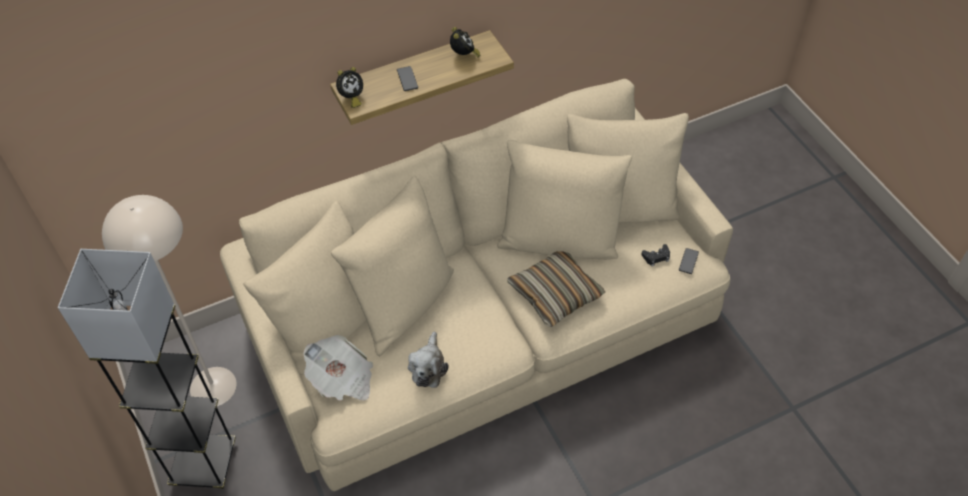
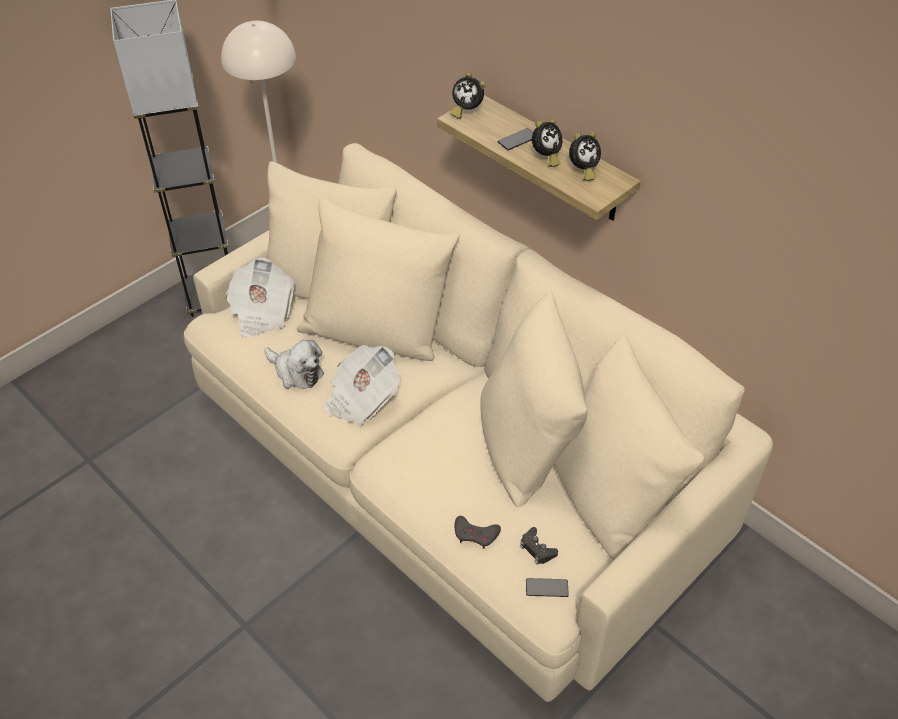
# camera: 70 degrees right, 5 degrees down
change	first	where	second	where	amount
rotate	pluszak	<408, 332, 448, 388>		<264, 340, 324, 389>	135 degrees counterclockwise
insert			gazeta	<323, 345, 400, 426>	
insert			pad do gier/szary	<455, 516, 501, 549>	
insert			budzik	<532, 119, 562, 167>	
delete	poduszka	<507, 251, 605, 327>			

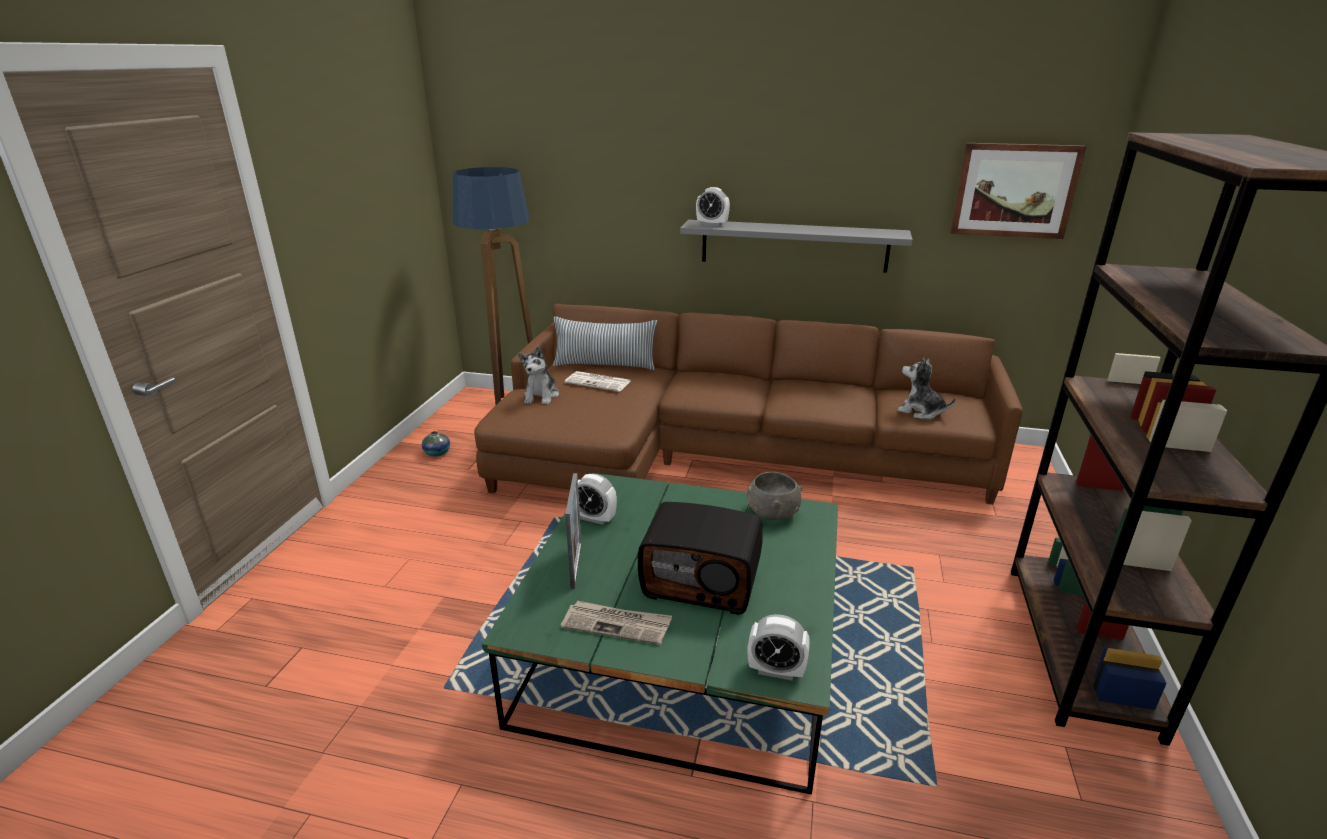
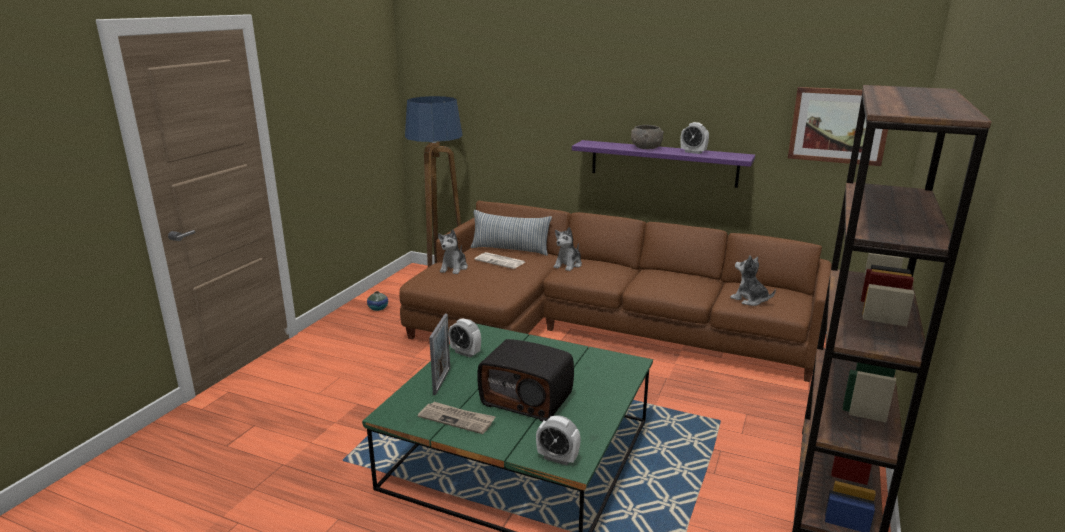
# camera: 10 degrees right, 5 degrees down
change	first	where	second	where	amount
insert			pluszak	<553, 227, 582, 271>	
recolor	półka/szary	<680, 220, 913, 273>	półka/fioletowy	<572, 140, 755, 188>	
move	miska/szary	<747, 472, 802, 520>		<631, 125, 664, 149>	
move	budzik	<696, 187, 730, 226>		<680, 122, 709, 154>	

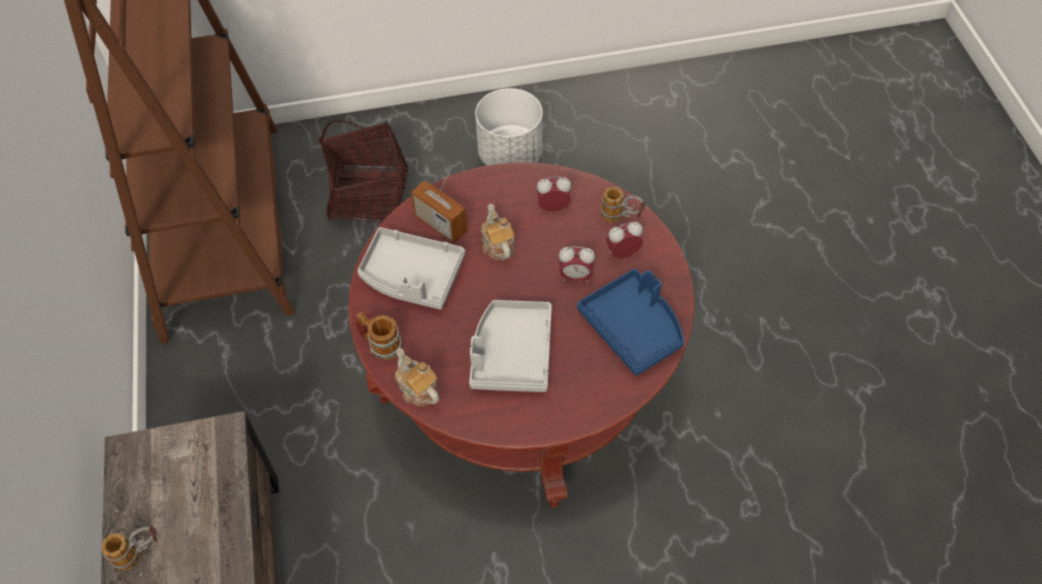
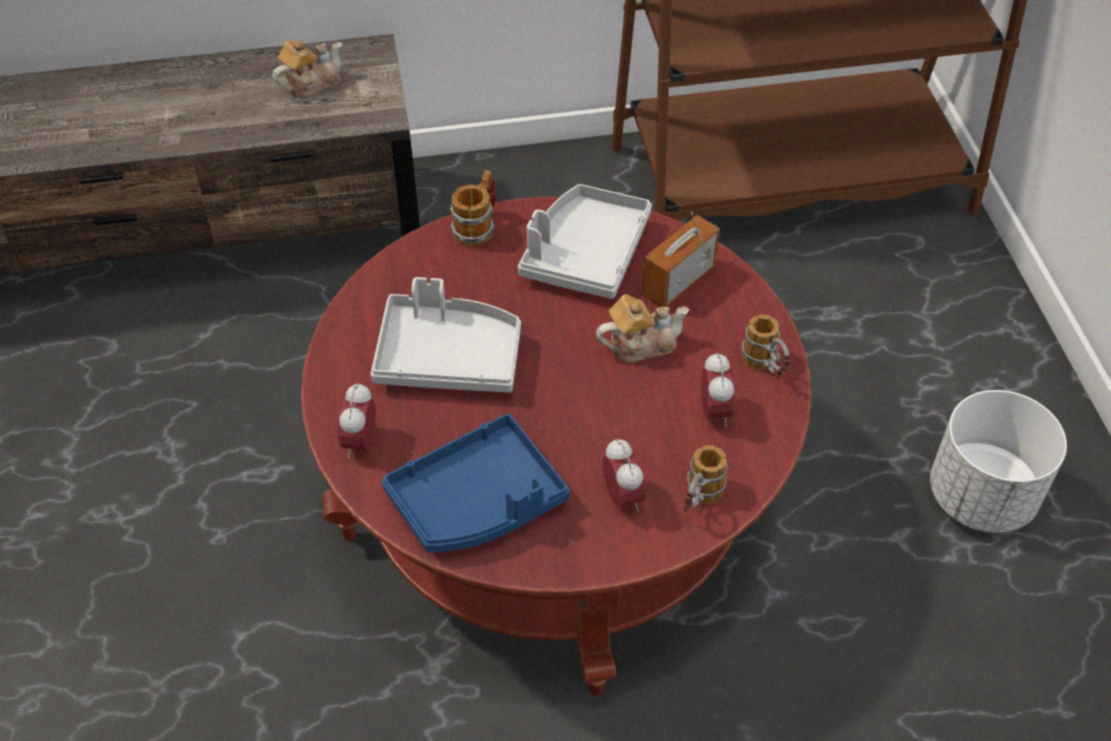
# camera: 90 degrees right, 5 degrees down
change	first	where	second	where	amount
move	imbryk	<395, 348, 439, 406>		<272, 40, 342, 98>	
move	budzik	<559, 246, 595, 283>		<338, 383, 376, 458>	
move	kubek	<101, 526, 157, 571>		<742, 315, 791, 379>	
delete	koszyk	<318, 120, 408, 223>			

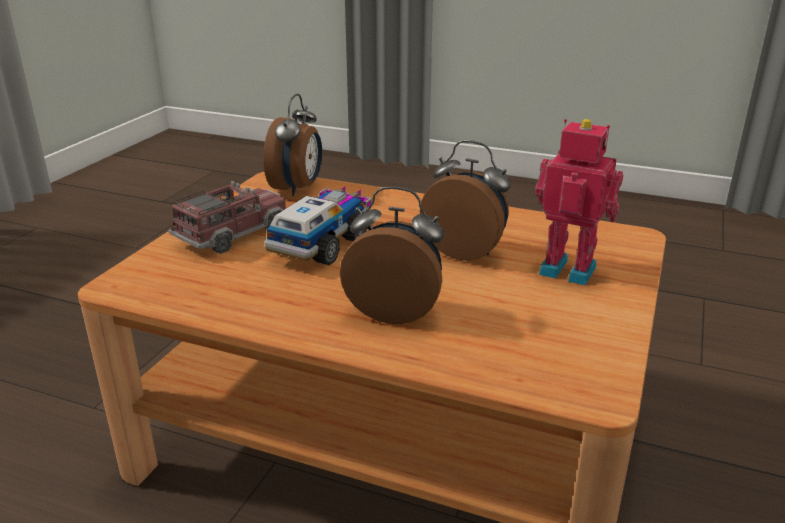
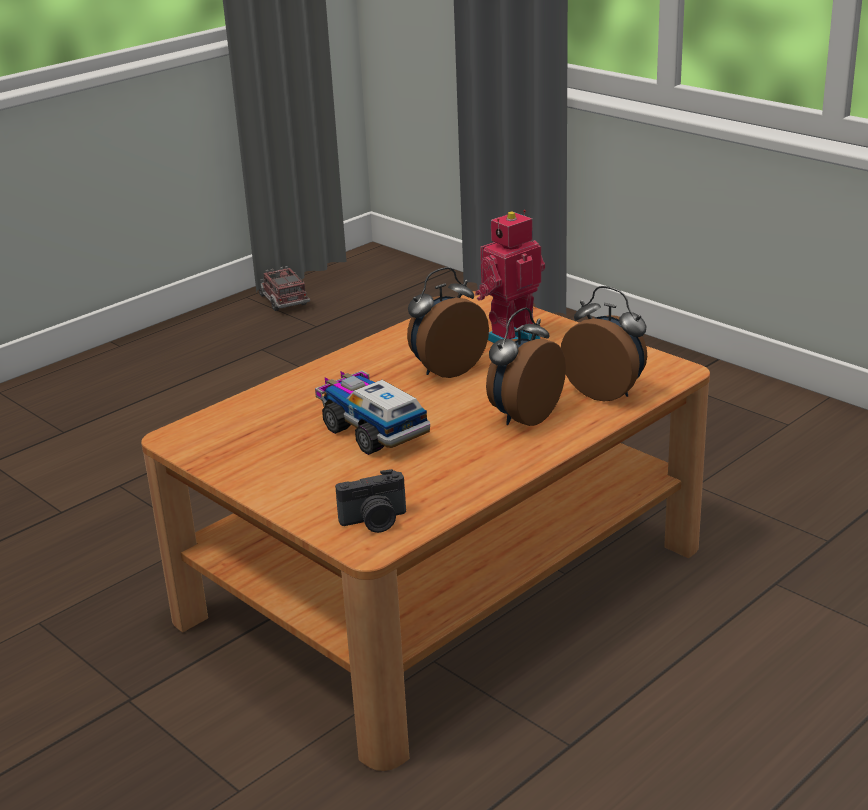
# camera: 65 degrees left, 0 degrees up
change	first	where	second	where	amount
move	ciężarówka zabawkowa	<168, 181, 286, 254>		<259, 266, 310, 311>	
insert			aparat fotograficzny	<335, 469, 406, 533>	
move	budzik	<263, 94, 322, 196>		<561, 286, 647, 402>	

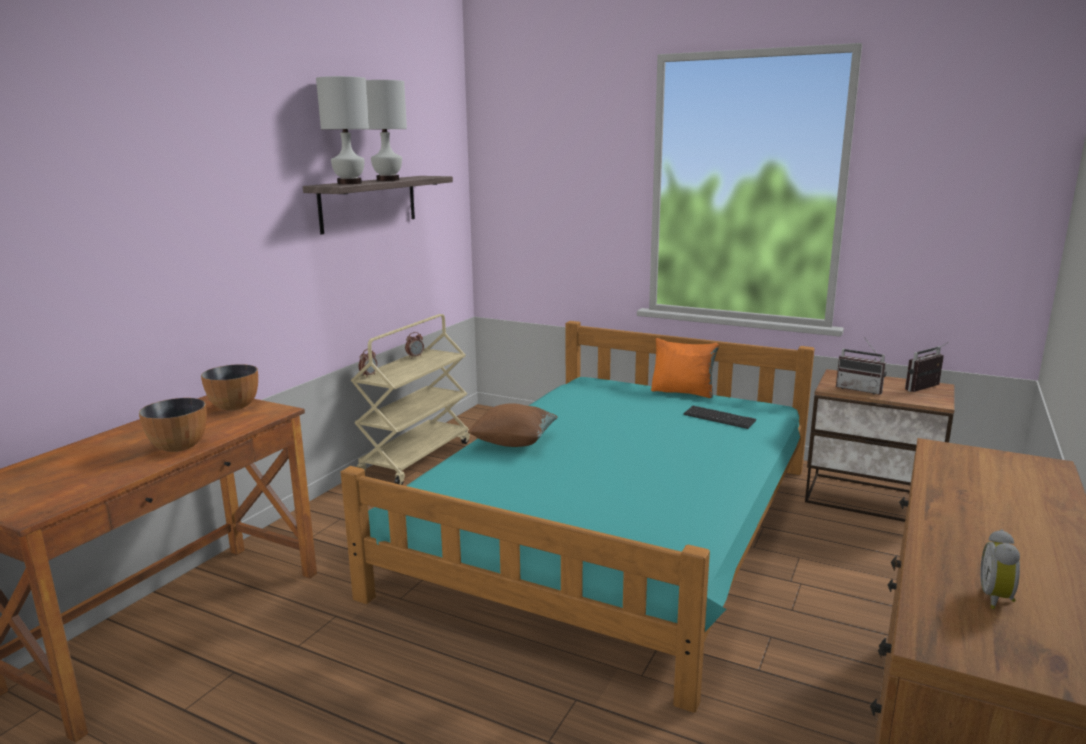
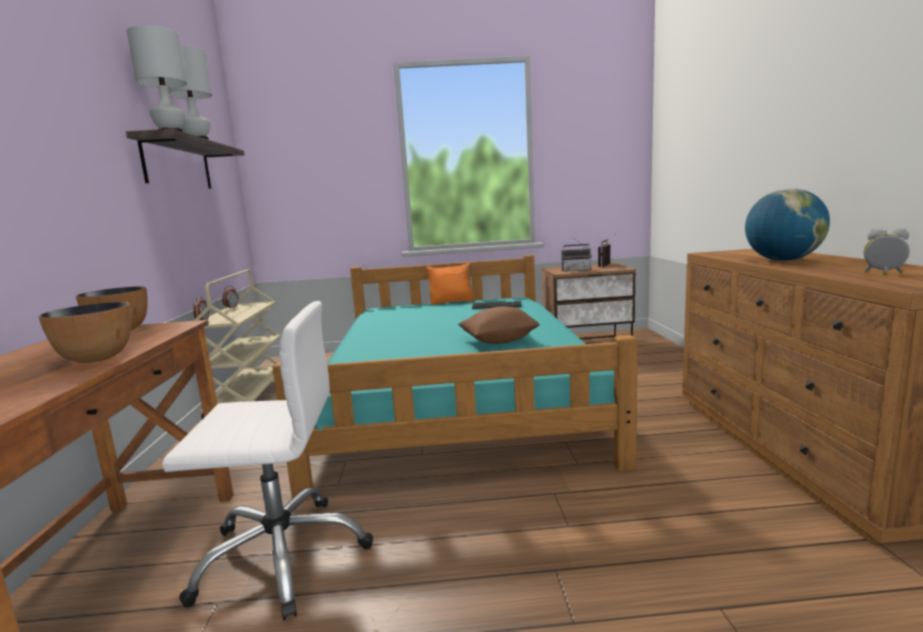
# camera: 30 degrees left, 5 degrees down
change	first	where	second	where	amount
insert			krzesło biurowe/biały	<162, 301, 373, 620>	
move	poduszka/brązowy	<468, 403, 558, 447>		<458, 307, 540, 344>	
insert			globus	<745, 188, 830, 261>	
rotate	budzik	<980, 529, 1020, 609>		<864, 229, 910, 275>	135 degrees clockwise

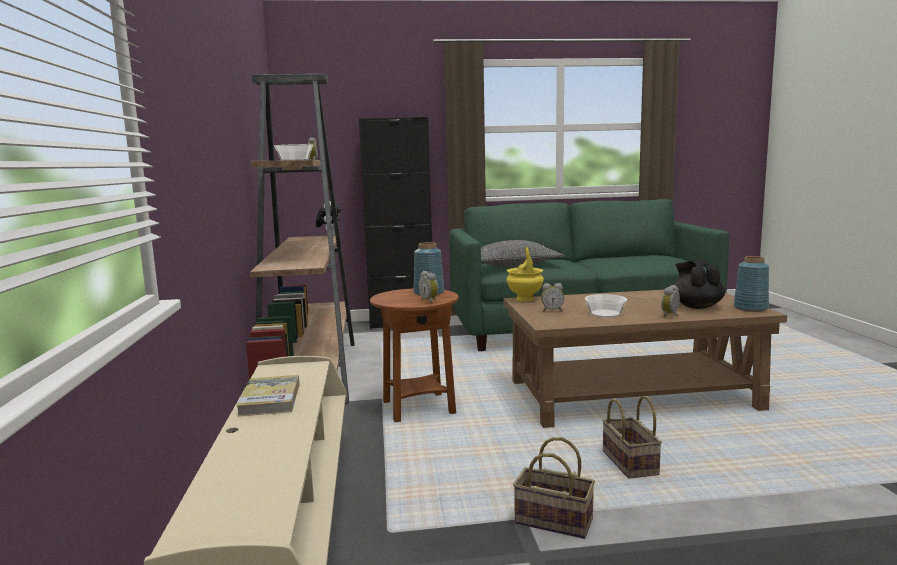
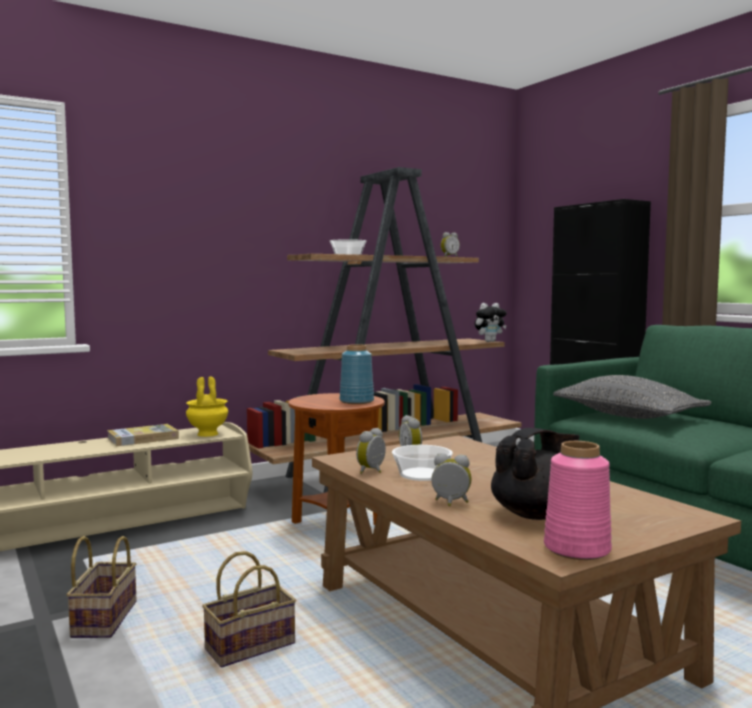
# camera: 65 degrees right, 5 degrees down
change	first	where	second	where	amount
move	wazon/żółty	<506, 247, 544, 302>		<186, 376, 228, 437>	
move	budzik	<418, 271, 438, 303>		<356, 428, 386, 474>	
recolor	wazon/niebieski	<734, 256, 769, 312>	wazon/różowy	<544, 441, 612, 560>	

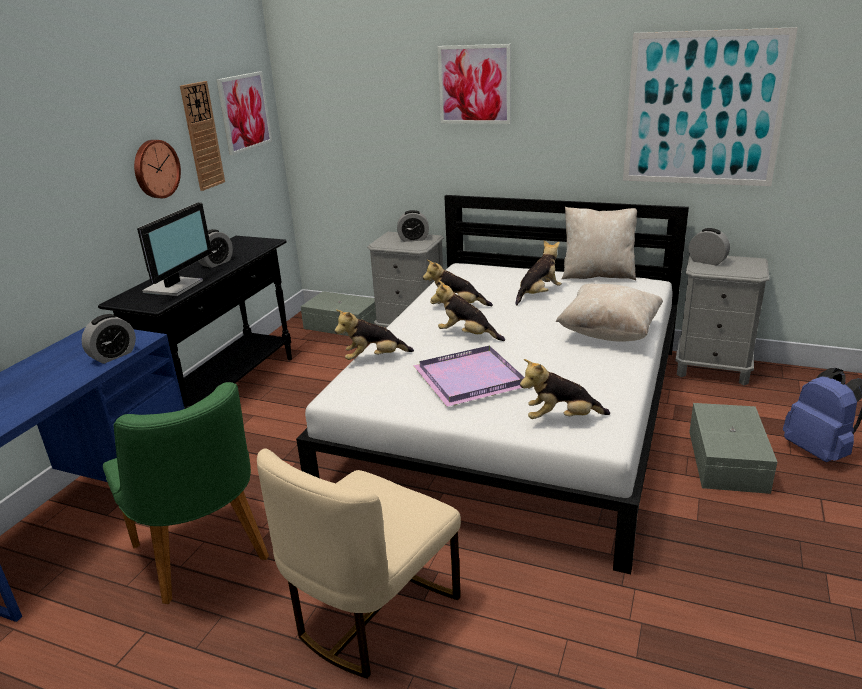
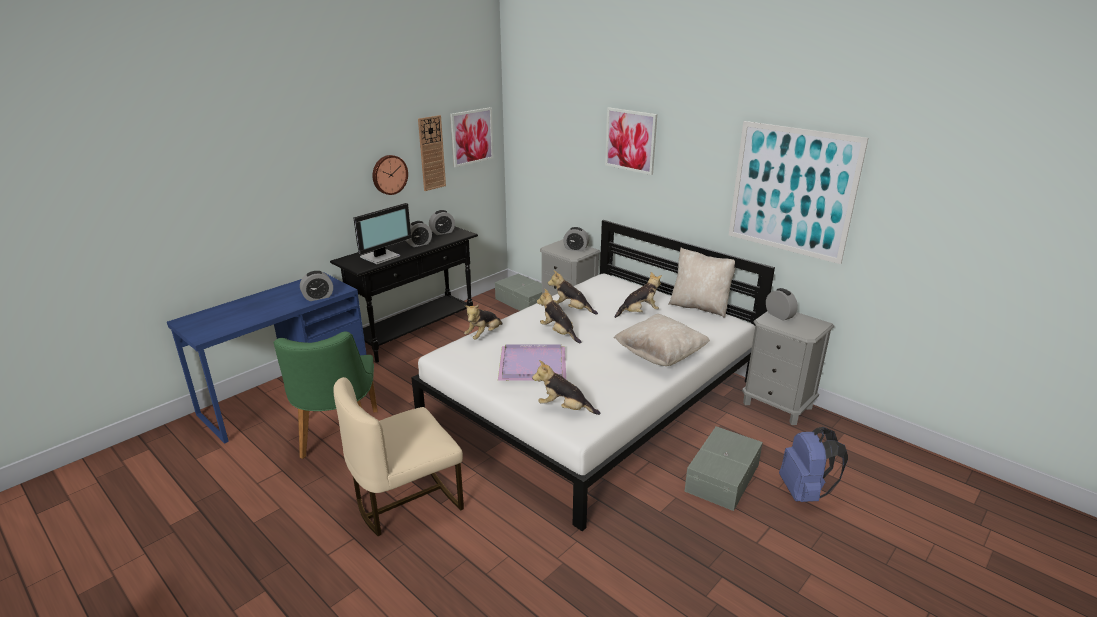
# camera: 20 degrees right, 0 degrees up
change	first	where	second	where	amount
insert			budzik	<429, 210, 455, 235>	
rotate	pluszak	<335, 310, 414, 360>		<464, 305, 503, 340>	60 degrees counterclockwise

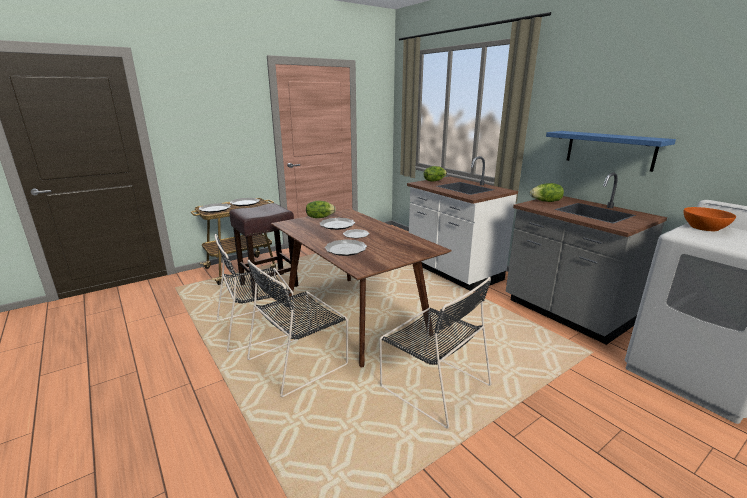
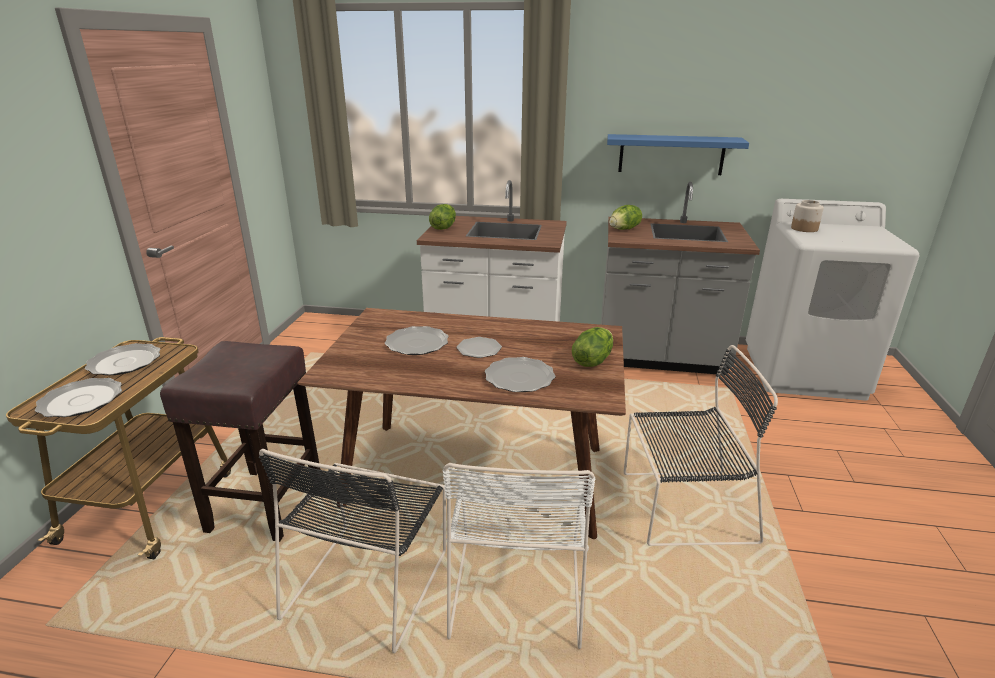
# camera: 45 degrees left, 5 degrees up
change	first	where	second	where	amount
recolor	krzesło/czarny	<247, 260, 348, 397>	krzesło/biały	<443, 463, 595, 649>	
move	sałata	<306, 201, 336, 218>		<572, 327, 613, 367>	
replace	miska/pomarańczowy	<684, 207, 736, 231>	słoik	<791, 200, 824, 232>	

